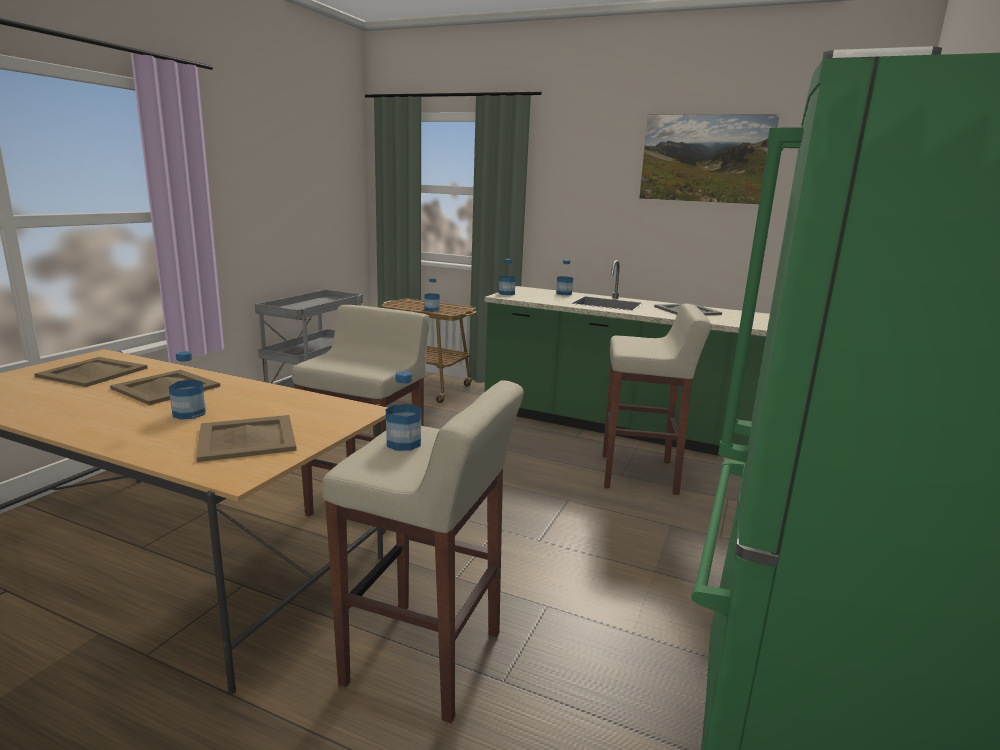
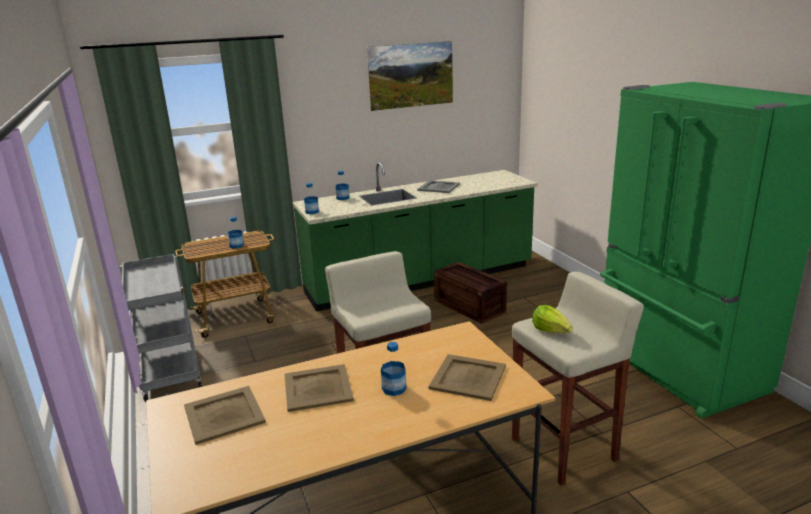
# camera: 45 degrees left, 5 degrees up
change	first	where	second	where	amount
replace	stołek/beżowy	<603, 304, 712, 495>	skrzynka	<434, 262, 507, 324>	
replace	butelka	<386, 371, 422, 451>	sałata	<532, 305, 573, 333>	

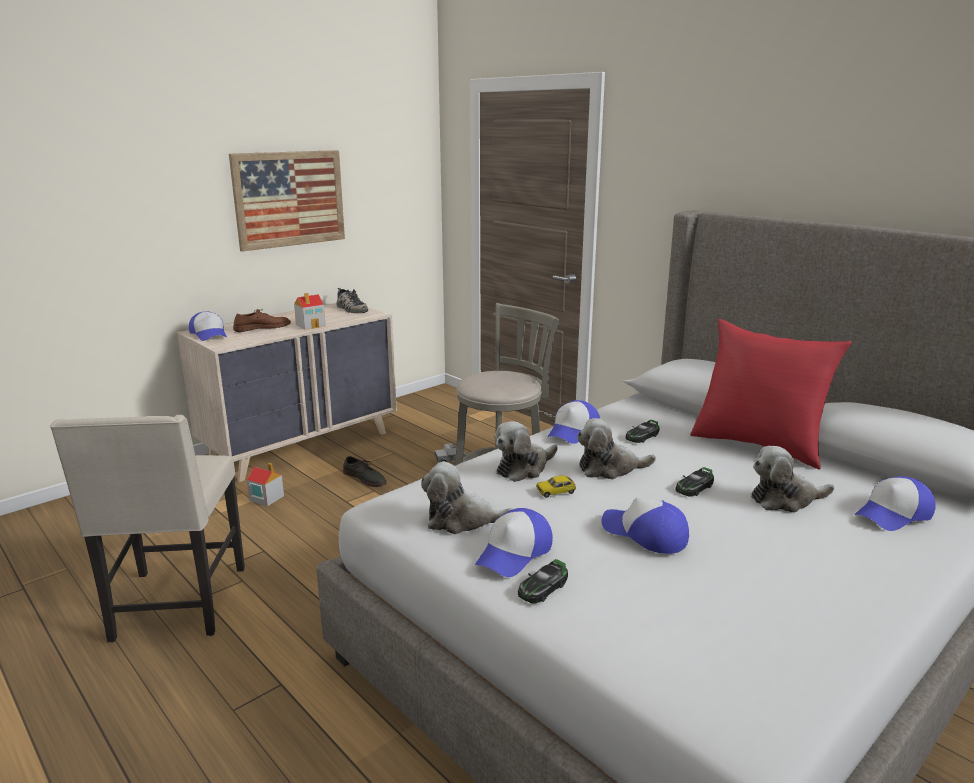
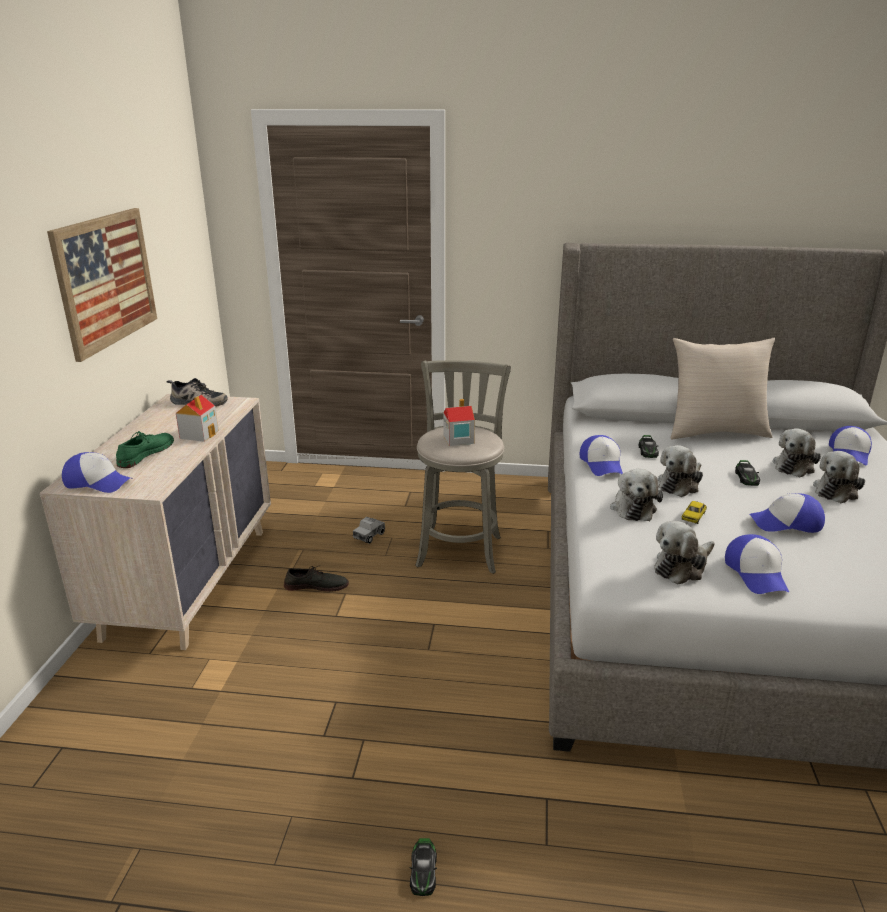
# camera: 40 degrees left, 5 degrees up
change	first	where	second	where	amount
recolor	but/brązowy	<233, 309, 291, 332>	but/zielony	<116, 431, 174, 468>	
move	samochodzik	<518, 559, 568, 604>		<410, 838, 437, 896>	
move	domek	<247, 463, 284, 506>		<443, 399, 475, 446>	
recolor	poduszka/czerwony	<690, 319, 852, 469>	poduszka/beżowy	<671, 338, 775, 439>	
insert			pluszak	<813, 451, 865, 503>	
delete	krzesło/beżowy	<50, 415, 245, 642>			

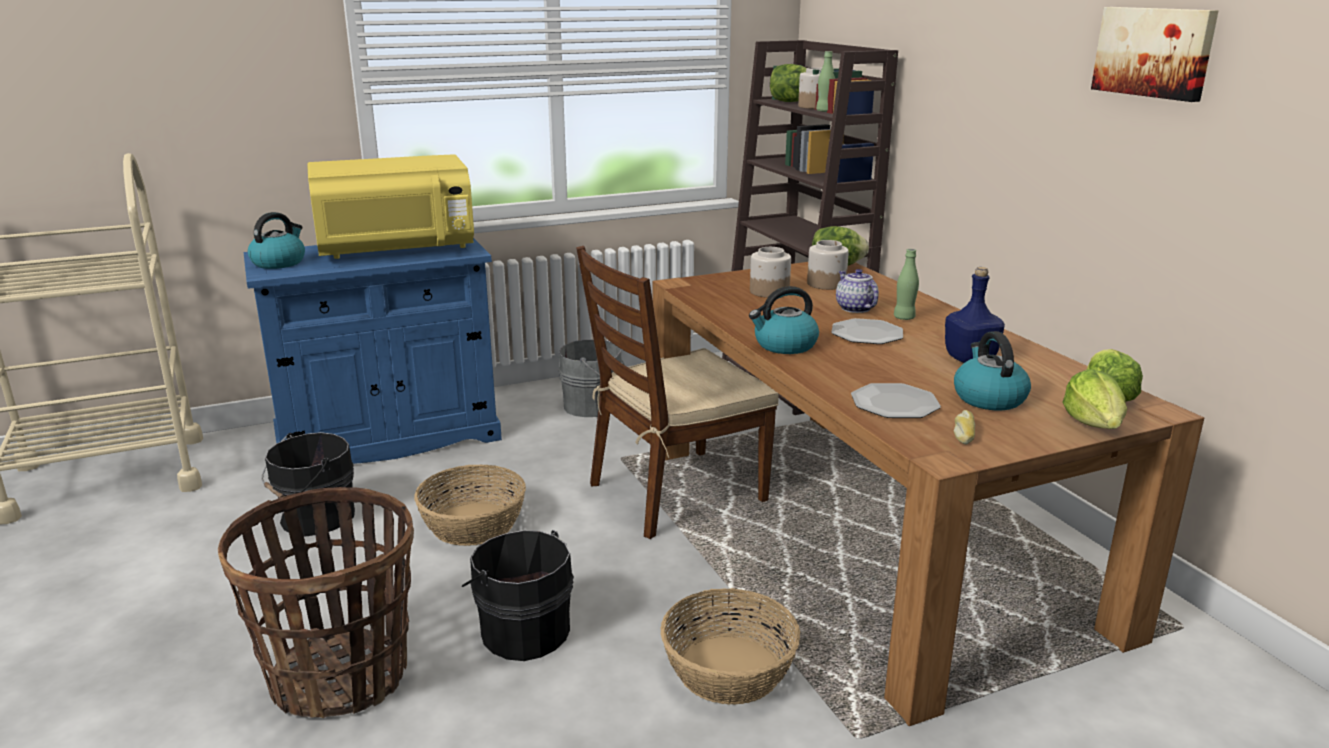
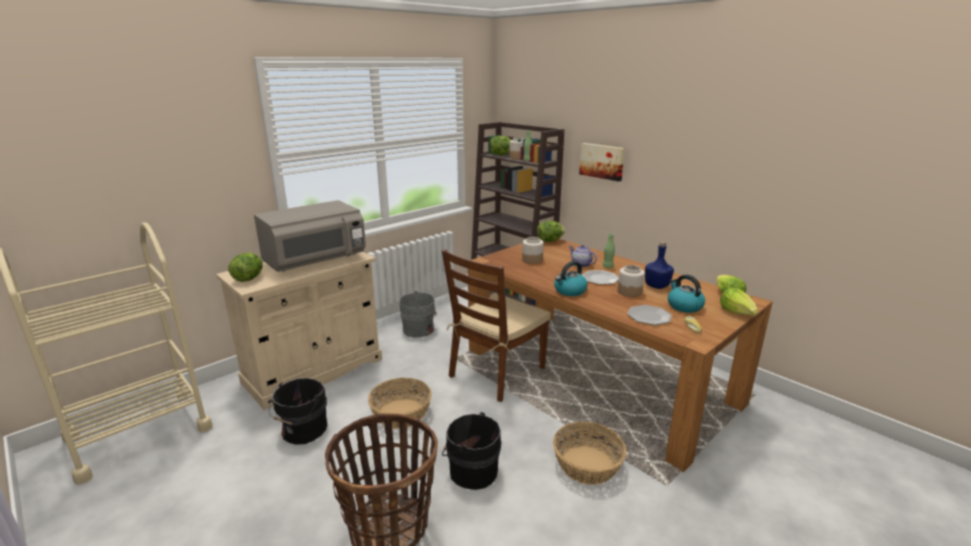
# camera: 20 degrees left, 0 degrees up
change	first	where	second	where	amount
recolor	szafka/niebieski	<244, 238, 502, 464>	szafka/beżowy	<216, 252, 382, 410>	
replace	czajnik	<248, 212, 305, 269>	sałata	<228, 252, 263, 282>	
recolor	mikrofalówka/żółty	<307, 154, 474, 259>	mikrofalówka/szary	<254, 200, 366, 272>	
move	obraz	<1091, 7, 1219, 102>		<579, 143, 625, 181>	
move	słoik	<807, 240, 849, 290>		<618, 265, 645, 297>	

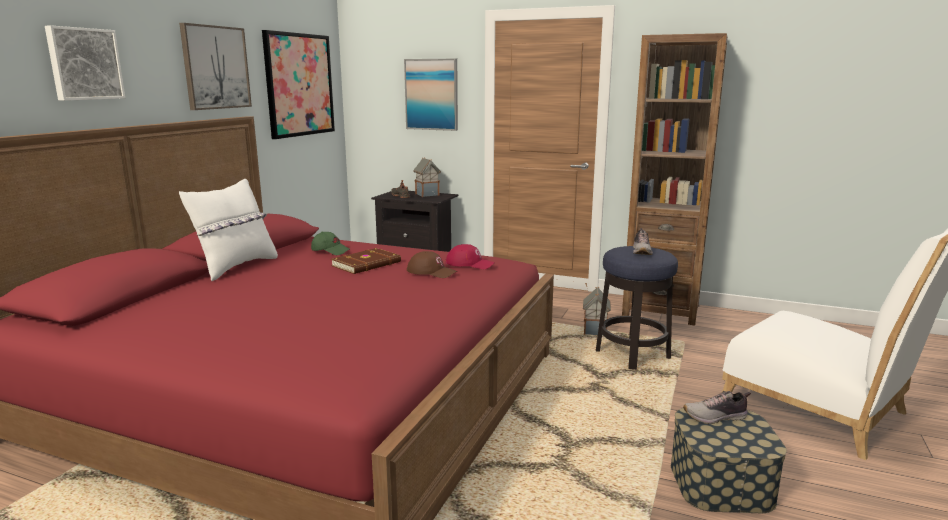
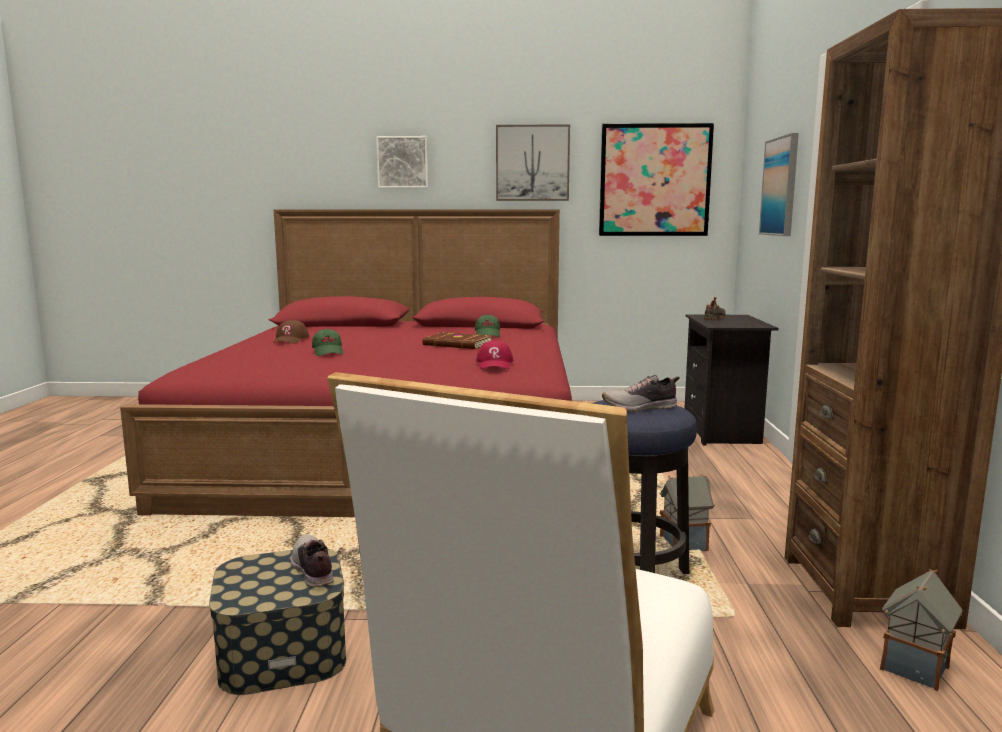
# camera: 70 degrees right, 5 degrees down
change	first	where	second	where	amount
move	czapka z daszkiem/brązowy	<407, 251, 457, 278>		<273, 320, 309, 344>	
insert			czapka z daszkiem/zielony	<312, 329, 343, 356>	
move	domek	<413, 157, 441, 197>		<880, 569, 963, 691>	
delete	poduszka/biały	<179, 179, 278, 281>			

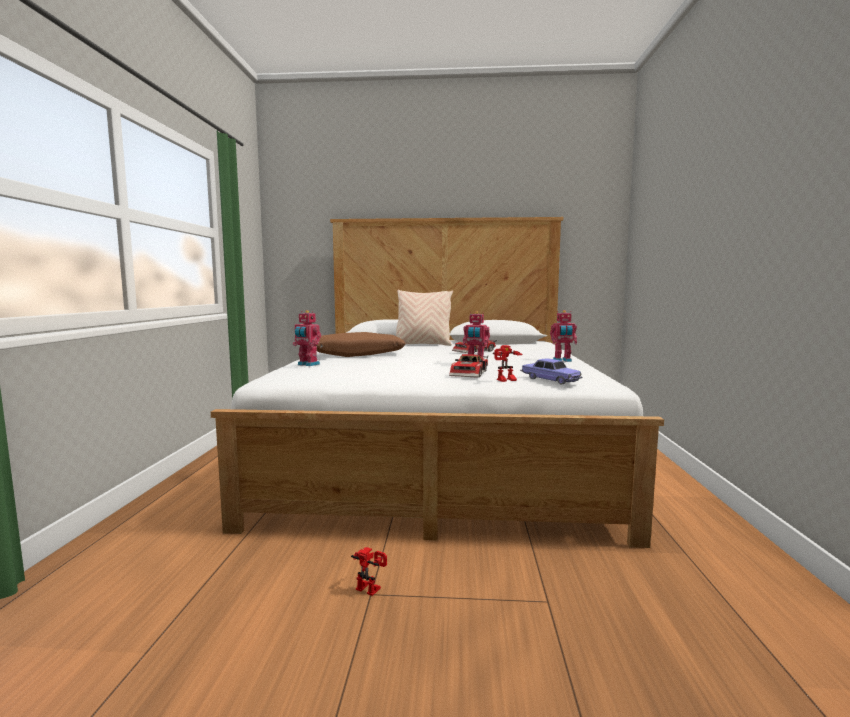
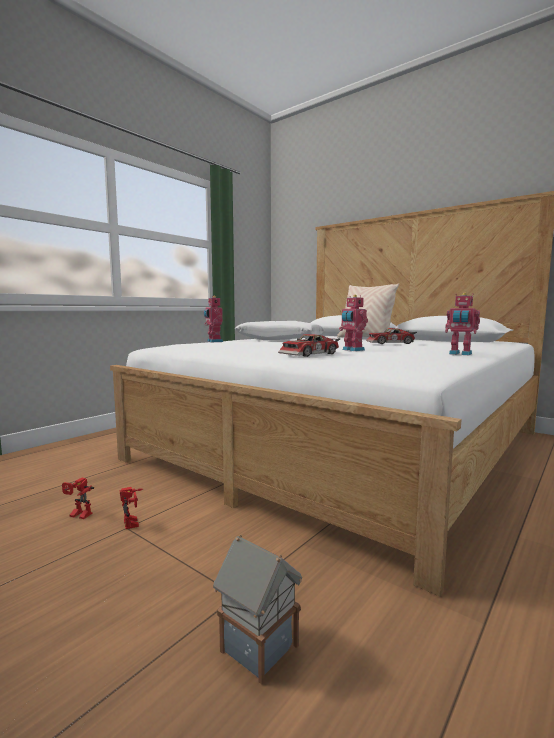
# camera: 35 degrees right, 0 degrees up
change	first	where	second	where	amount
move	robot zabawkowy	<493, 345, 523, 382>		<62, 478, 94, 519>	
insert			domek	<213, 534, 302, 684>	
recolor	poduszka/brązowy	<316, 332, 406, 357>	poduszka/biały	<235, 321, 324, 340>	
delete	samochodzik	<520, 358, 583, 384>			

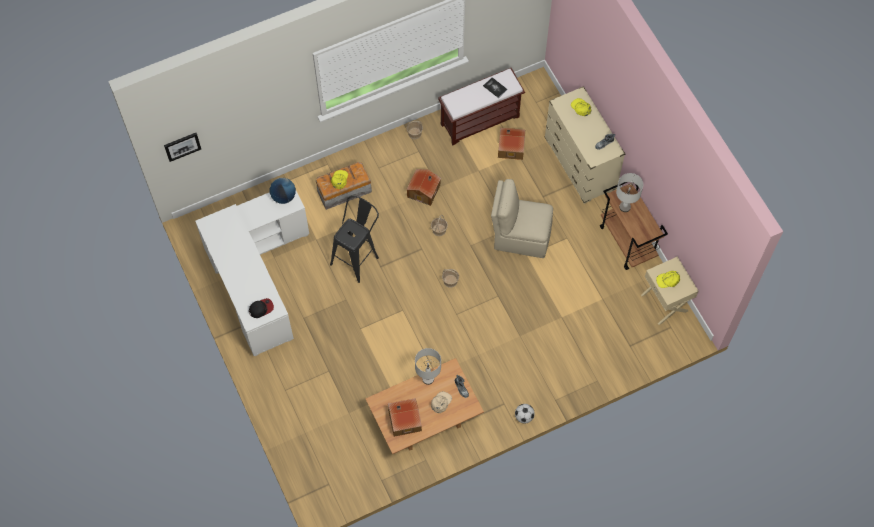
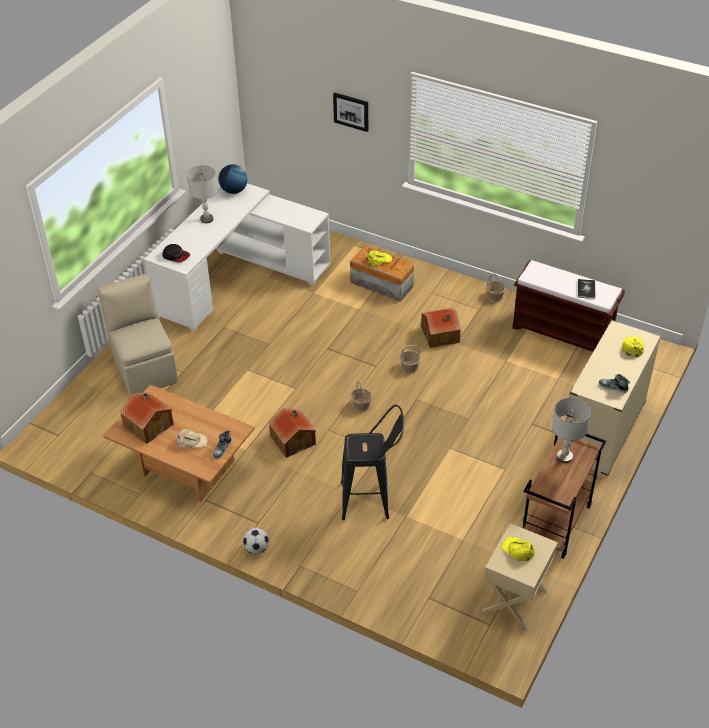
# camera: 55 degrees right, 20 degrees down
change	first	where	second	where	amount
move	krzesło/beżowy	<491, 179, 553, 258>		<97, 274, 178, 396>	
move	lampa stołowa/szary	<415, 348, 441, 385>		<187, 165, 218, 223>	
move	globus	<270, 178, 296, 204>		<218, 164, 248, 194>	
move	domek	<498, 128, 525, 160>		<268, 408, 316, 458>	
move	obraz	<164, 133, 201, 162>		<333, 92, 368, 132>	
move	stołek/czarny	<330, 196, 379, 283>		<341, 405, 404, 520>	

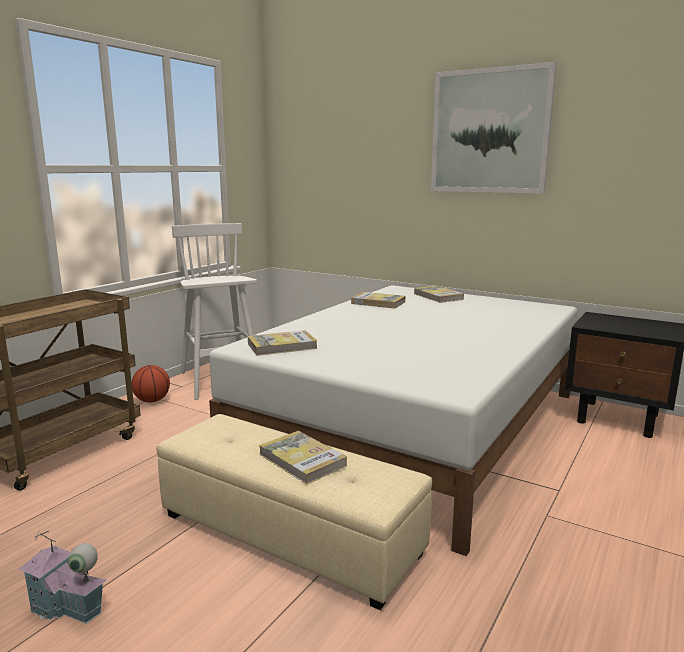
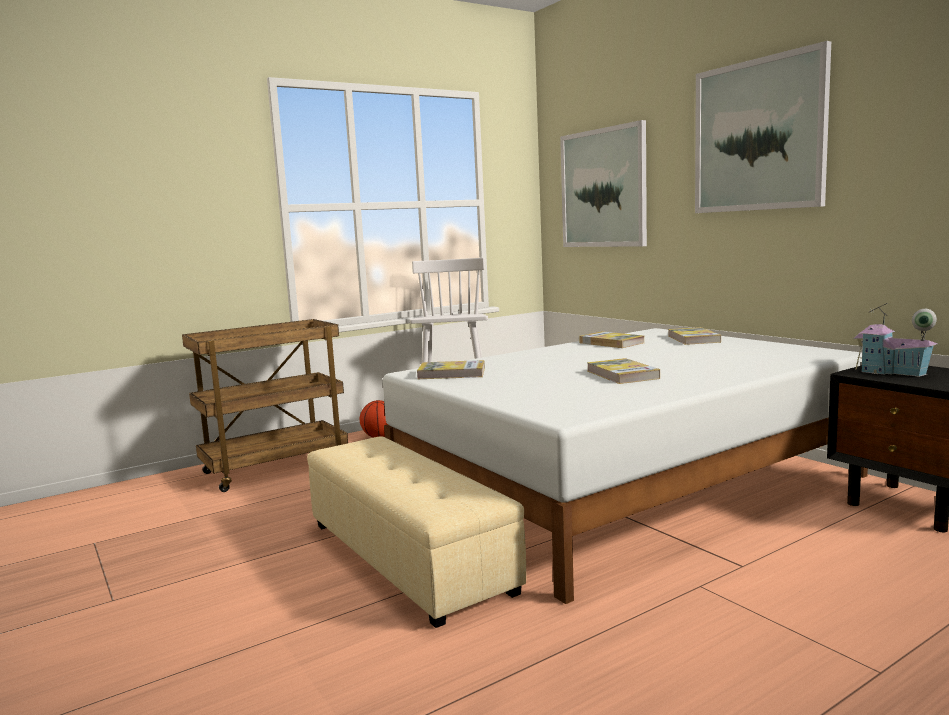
# camera: 25 degrees right, 5 degrees down
change	first	where	second	where	amount
insert			obraz	<560, 120, 647, 247>	
move	książka	<259, 431, 347, 485>		<587, 358, 660, 384>	
move	domek	<18, 531, 107, 624>		<853, 303, 937, 377>	

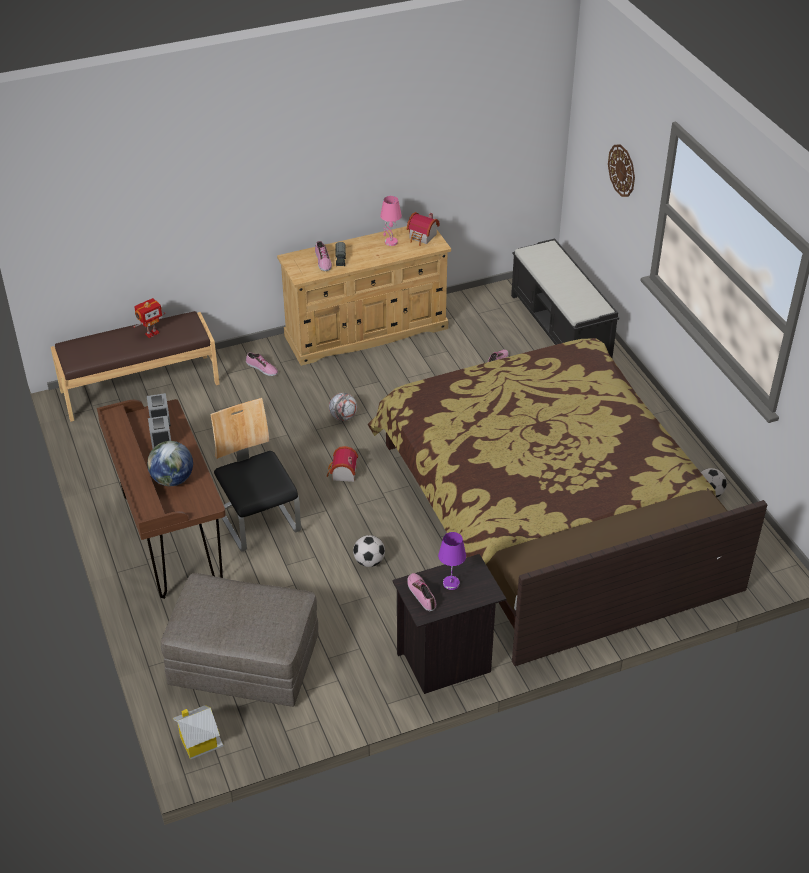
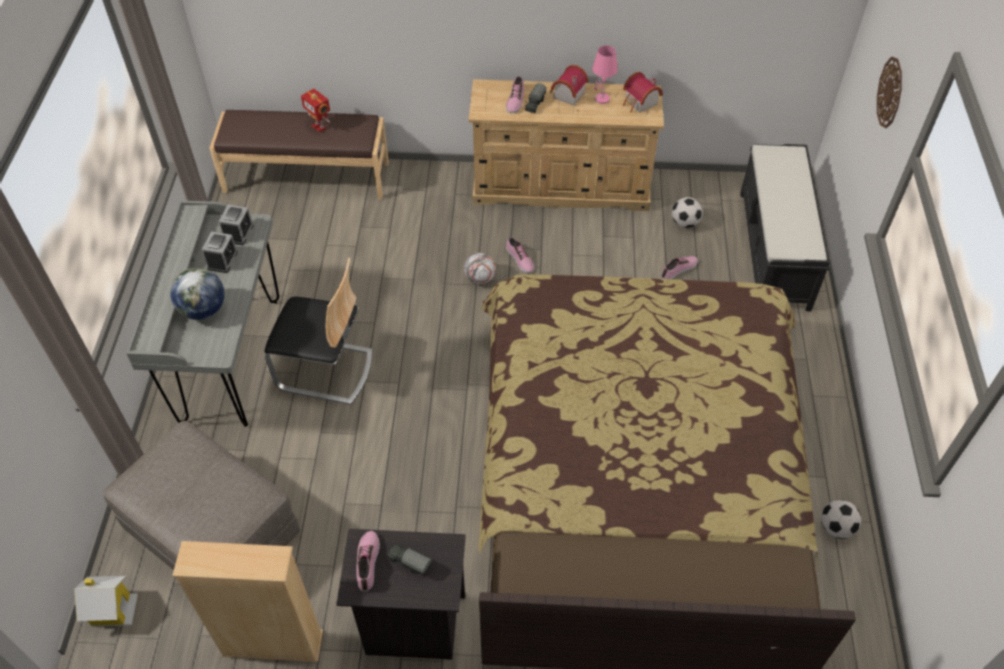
# camera: 25 degrees right, 10 degrees up
change	first	where	second	where	amount
recolor	biurko/brązowy	<97, 399, 226, 599>	biurko/szary	<126, 200, 279, 427>	
insert			regał/beżowy	<172, 541, 323, 662>	
rotate	krzesło	<211, 398, 301, 552>		<265, 258, 372, 405>	105 degrees clockwise
rotate	robot zabawkowy	<133, 298, 166, 338>		<301, 89, 330, 133>	60 degrees clockwise
replace	lampa stołowa/fioletowy	<438, 532, 466, 590>	ciężarówka zabawkowa	<387, 545, 432, 575>	
move	but	<246, 352, 278, 376>		<506, 237, 534, 273>	
move	domek	<327, 446, 358, 482>		<550, 65, 589, 106>	
move	piłka futbolowa	<353, 535, 385, 567>		<672, 197, 703, 228>	

